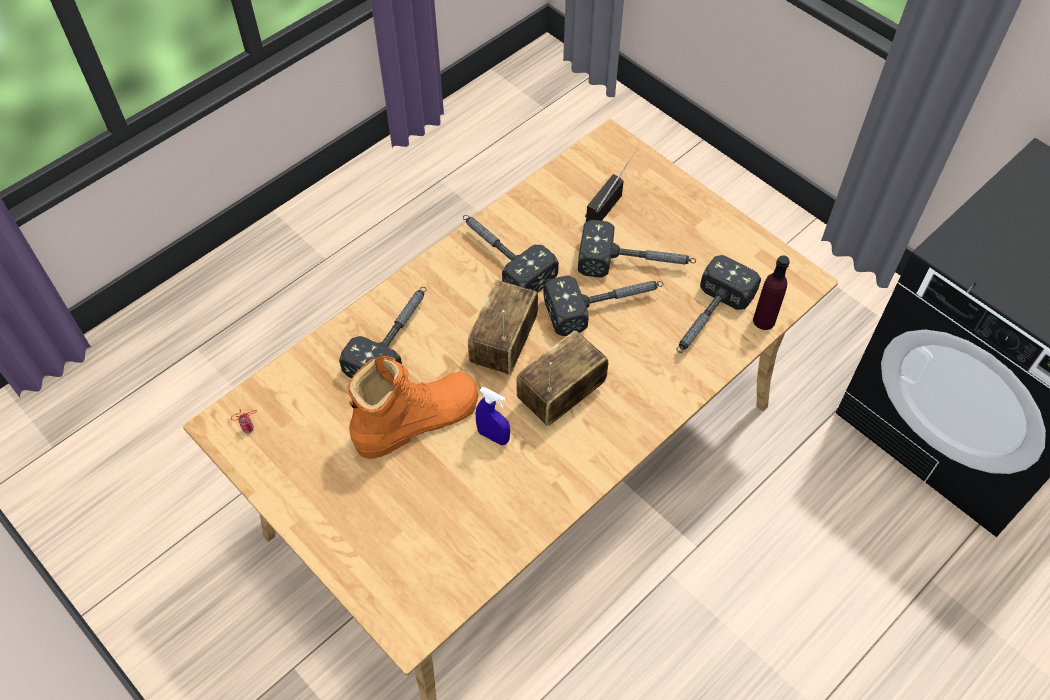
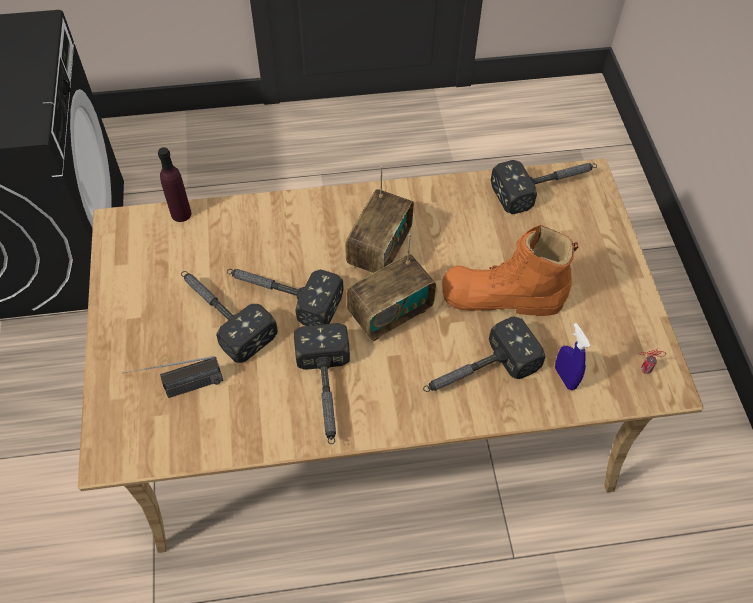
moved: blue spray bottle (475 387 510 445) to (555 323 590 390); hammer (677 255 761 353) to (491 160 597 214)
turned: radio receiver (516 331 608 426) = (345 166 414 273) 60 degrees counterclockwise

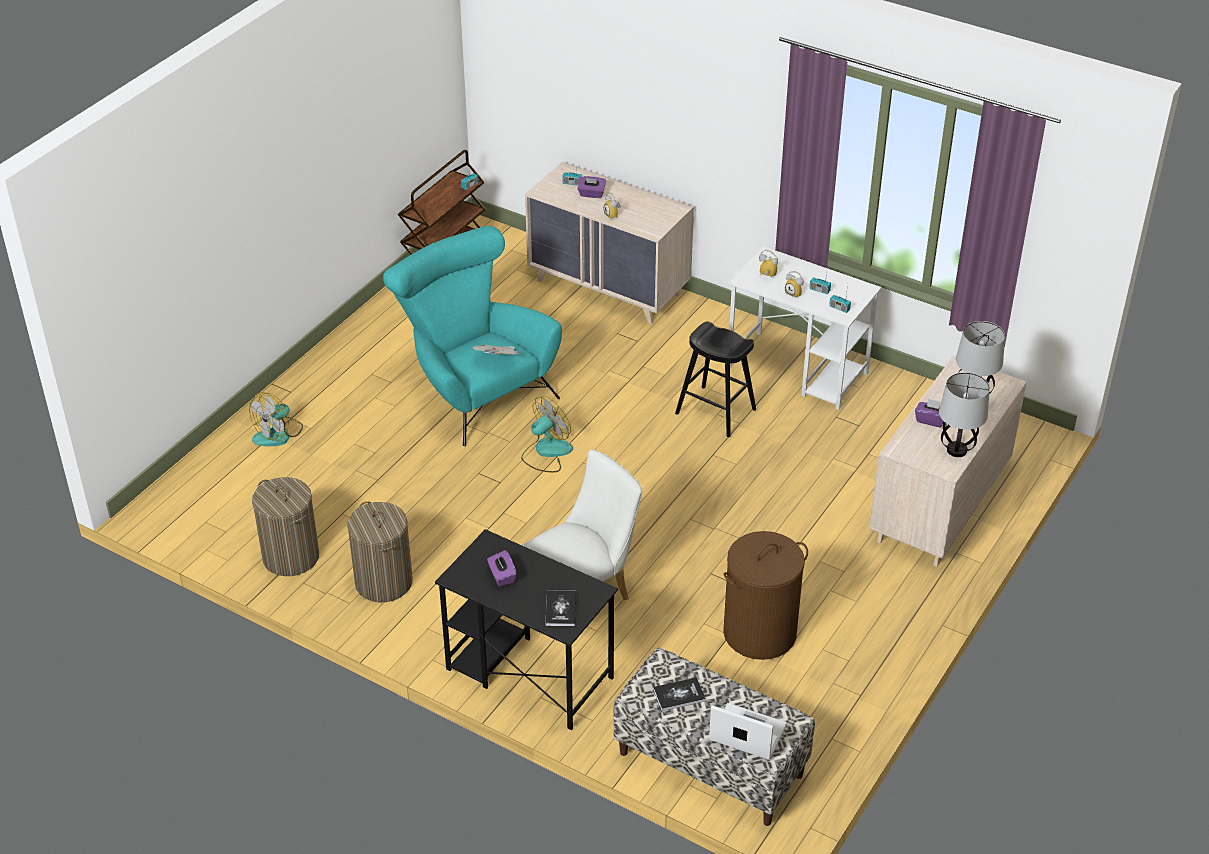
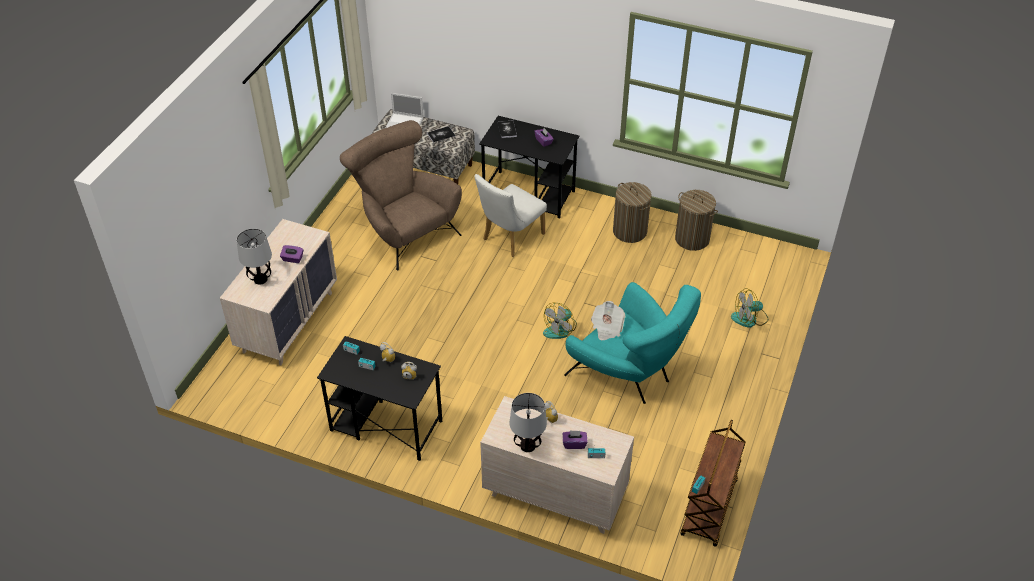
removed: black-coloured sitting stool (675 321 756 437)
moved: tabletop lamp (939 372 990 457) to (509 393 547 452)
replaced: brown-coloured washing basket (723 531 808 660) to brown-coloured easy chair (340 120 462 271)
recoloured: white-coloured desk unit (729 246 882 410) to black-coloured desk unit (317 336 442 461)
turned: cooling fan (249 392 303 446) = (731 288 769 328) 135 degrees counterclockwise

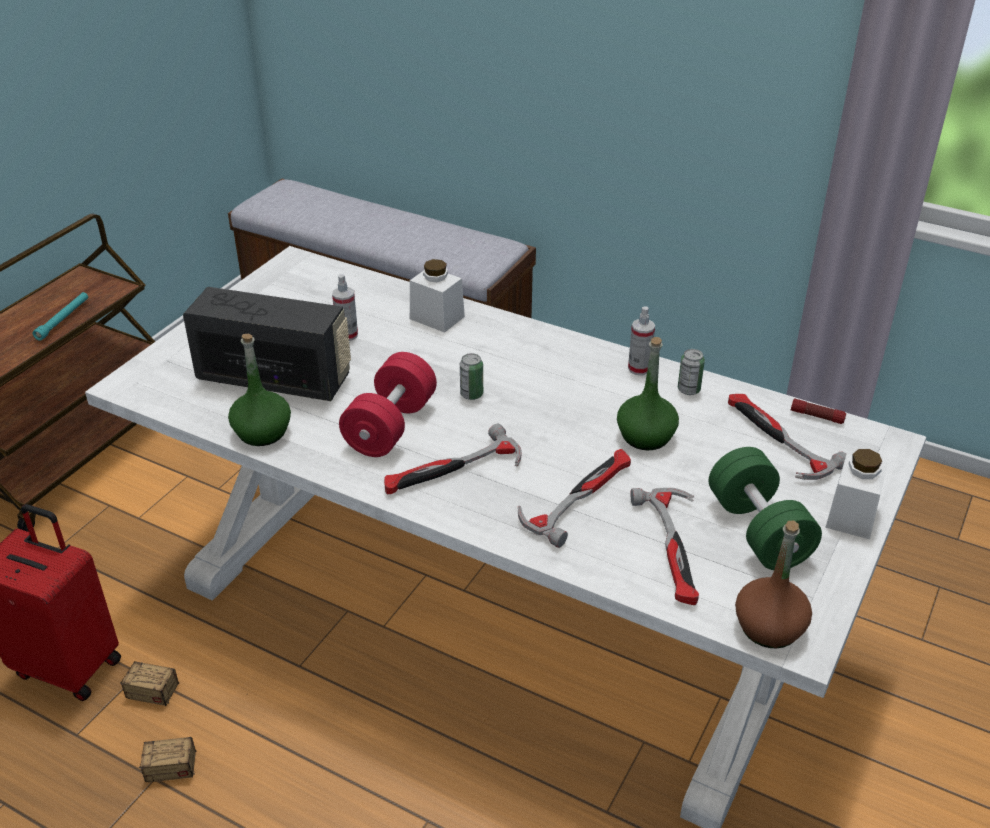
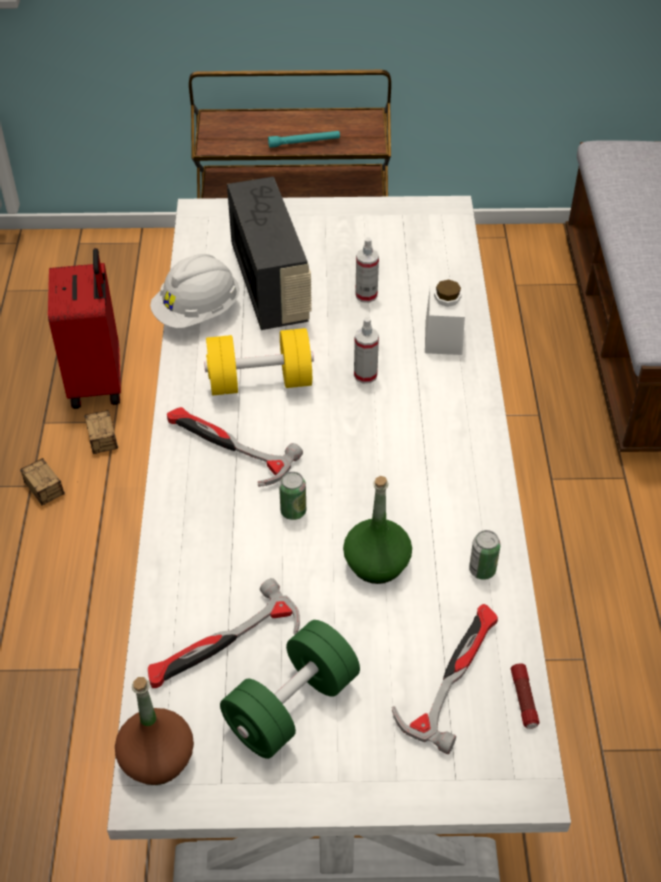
removed: hammer (518 449 631 548); white-coloured storage jar (825 449 888 539)
moved: can (460 353 483 400) to (279 472 306 520); spray bottle (628 307 655 375) to (354 317 379 384)
replaced: green-coloured beverage bottle (228 334 291 446) to white-coloured safety helmet (150 254 240 328)
recoloured: reddish dumbbell (339 352 437 457) to yellow-coloured dumbbell (204 328 314 395)

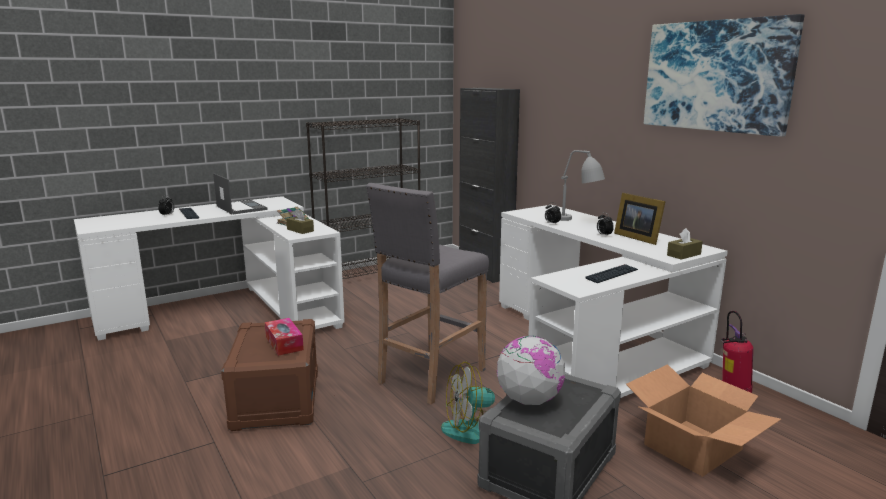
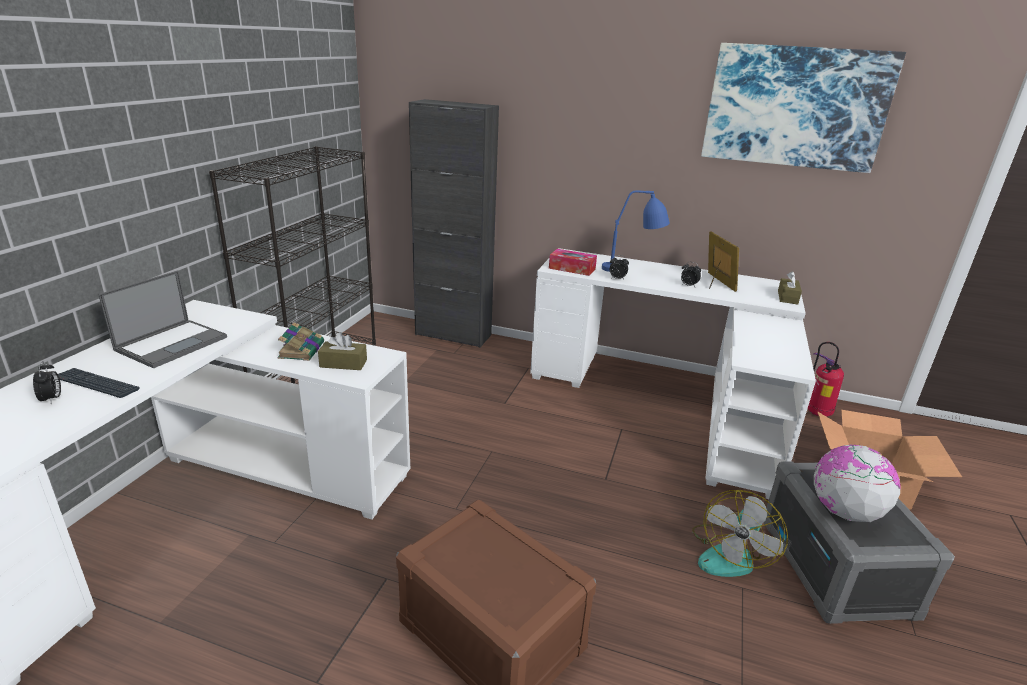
removed: greyish sitting stool (366 183 489 405); PC keyboard (585 264 638 283)
moved: tissue box (265 318 304 356) to (549 249 597 276)
recoloured: greyish tabletop lamp (560 150 605 221) to blue tabletop lamp (602 190 670 272)
turned: portable computer (213 173 268 214) = (98 270 227 368) 105 degrees clockwise; picture frame (614 193 666 245) = (708 231 739 292) 120 degrees counterclockwise

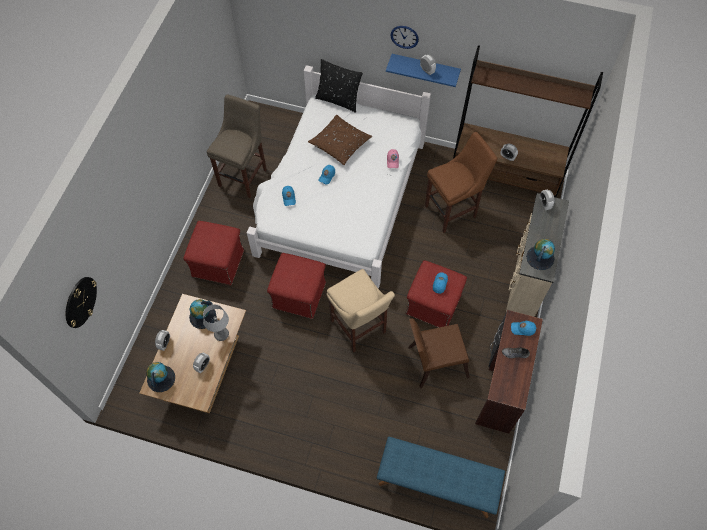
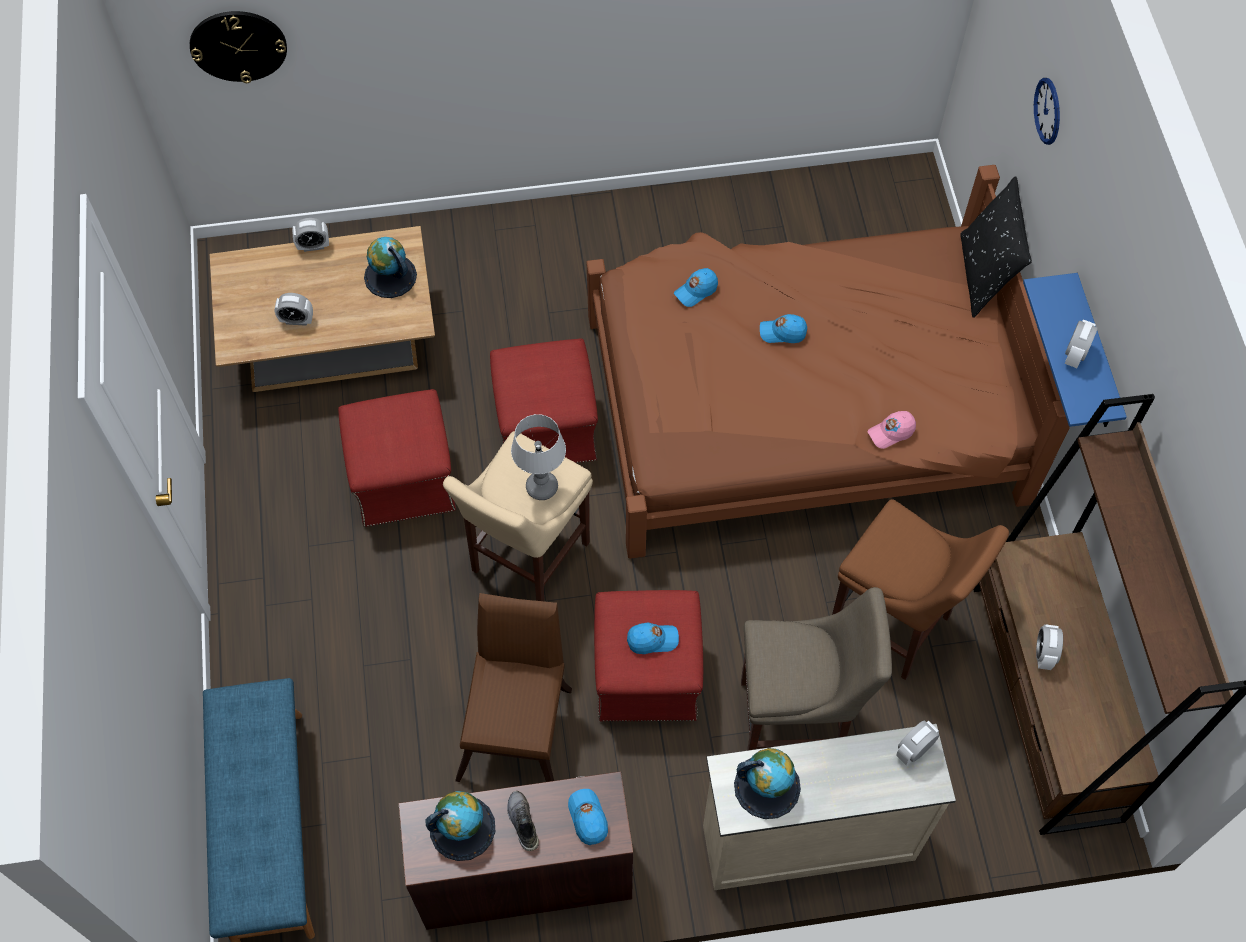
removed: brown-coloured cushion (308 115 372 165)
moved: world globe (146 362 175 392) to (426 791 495 861); reddish ottoman (183 221 244 285) to (338 389 456 527); tabletop lamp (203 304 229 341) to (511 414 566 500); beige-coloured sitting stool (207 94 267 198) to (741 587 892 751); clock on the wall (390 26 419 49) to (1034 78 1060 145)
recoloured: white-coloured sleeping bed (247 65 431 289) to brown-coloured sleeping bed (587 165 1070 559)
turned: brown-coloured chair (408 319 469 388) = (455 593 572 782) 45 degrees clockwise

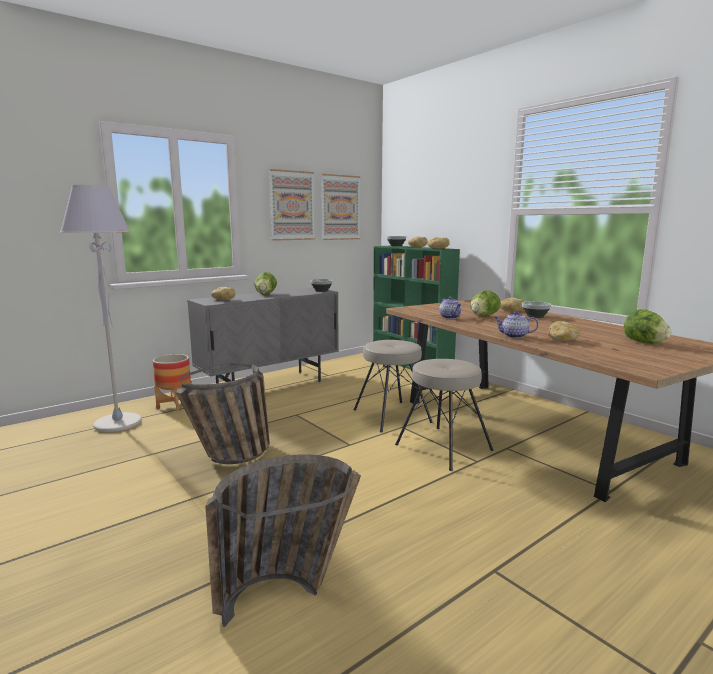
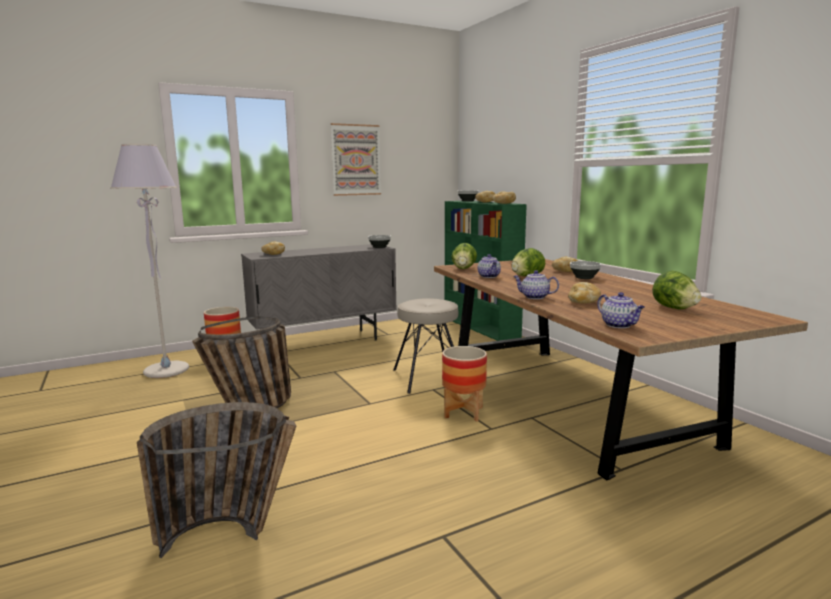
removed: wall picture (321 174 360 240)
added: teapot (597 292 645 328)
moved: head of lettuce (254 272 277 295) to (451 243 477 269)
replaced: beige-coloured sitting stool (395 359 494 471) to flower pot (442 346 487 422)

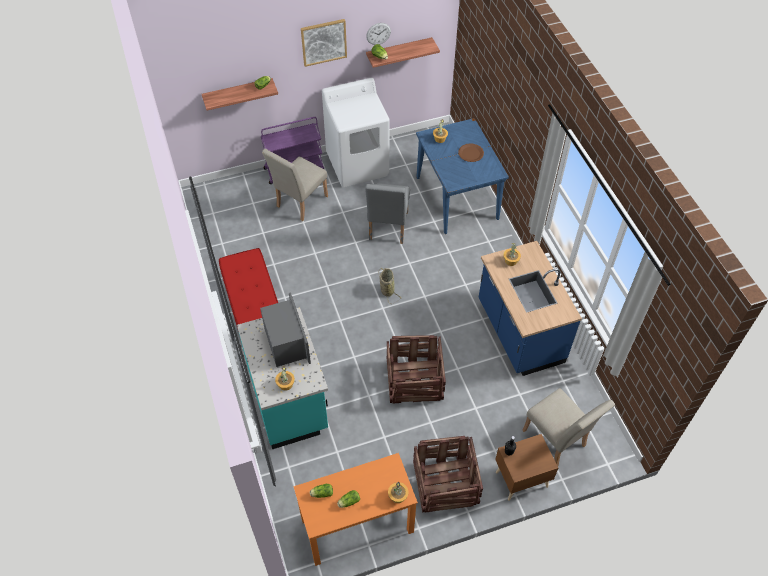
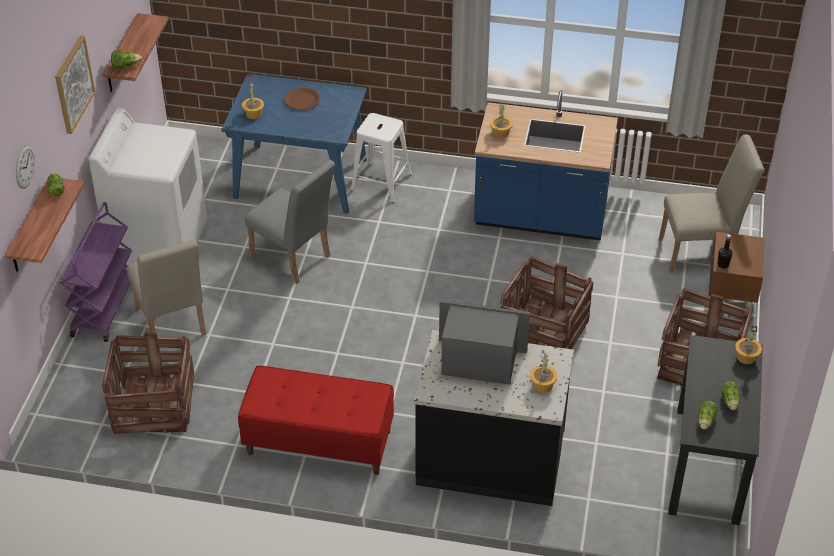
removed: household basket (378 268 402 303)
added: crate (102 333 194 434); white-coloured sitting stool (350 113 412 203)
moved: clock on the wall (366 23 391 45) to (16 145 35 189)
recoloured: turquoise-coloured kitchen counter (237 307 328 449) to black-coloured kitchen counter (414 330 574 506); orange desk unit (293 453 418 566) to black-coloured desk unit (668 335 763 525)

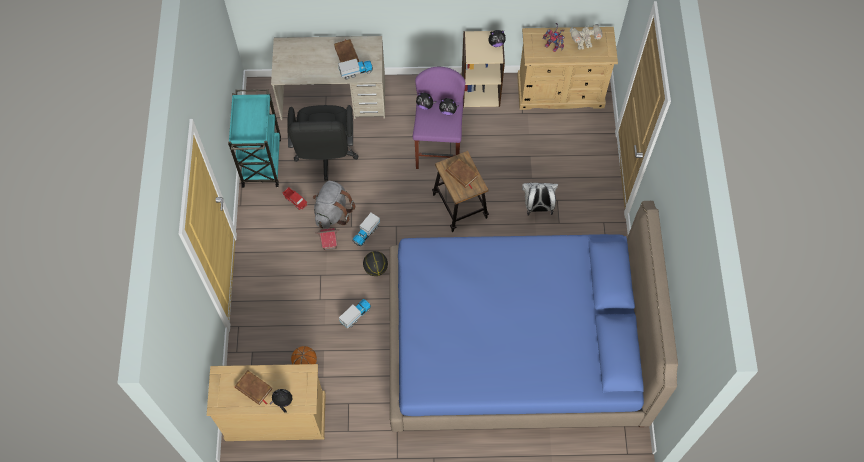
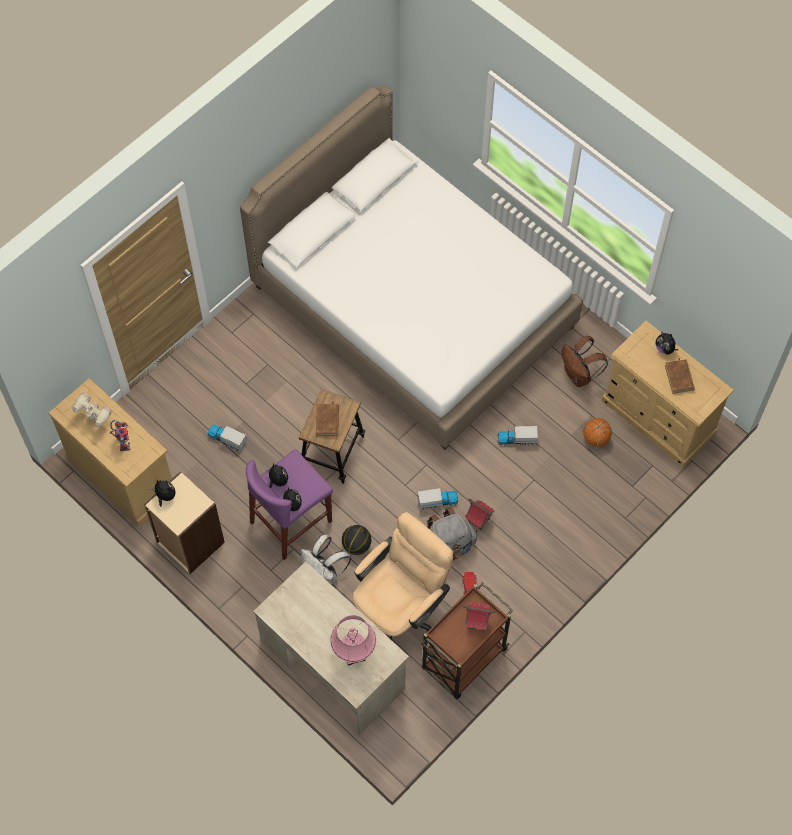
removed: brown-coloured bound book (334 39 359 62)
added: pink-coloured tabletop lamp (330 615 376 666); miniature house (463 602 495 631); brown-coloured backpack (561 335 608 387)
moved: model truck (338 59 373 80) to (208 424 247 451); ball for basketball (363 251 388 276) to (342 525 371 555); white-coloured backpack (522 183 558 216) to (300 535 351 585)
recoloured: turquoise-coloured cart (228 89 281 188) to brown-coloured cart (421 583 513 699); black-coloured computer chair (287 105 359 181) to beige-coloured computer chair (353 512 453 640); blue sleeping bed (390 201 678 432) to white-coloured sleeping bed (240 85 583 450)

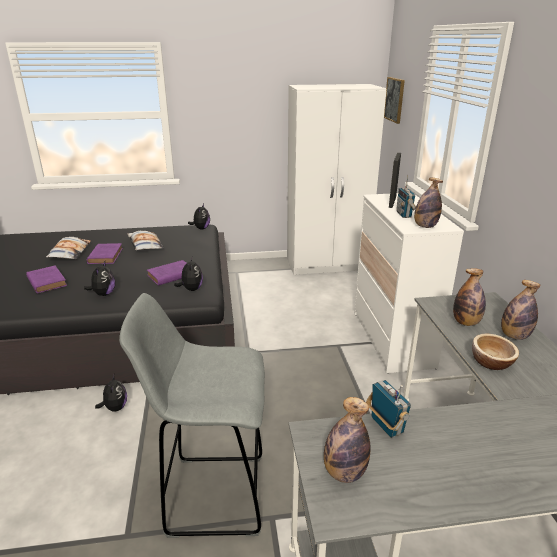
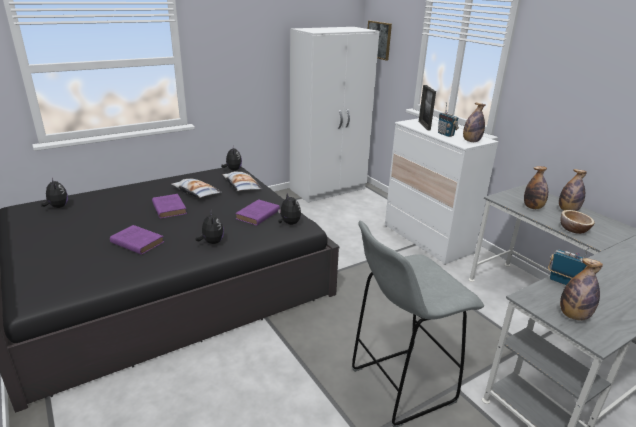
moved: cushion (46 237 91 259) to (222 171 263 191); soft toy (95 375 127 412) to (41 177 68 208)

